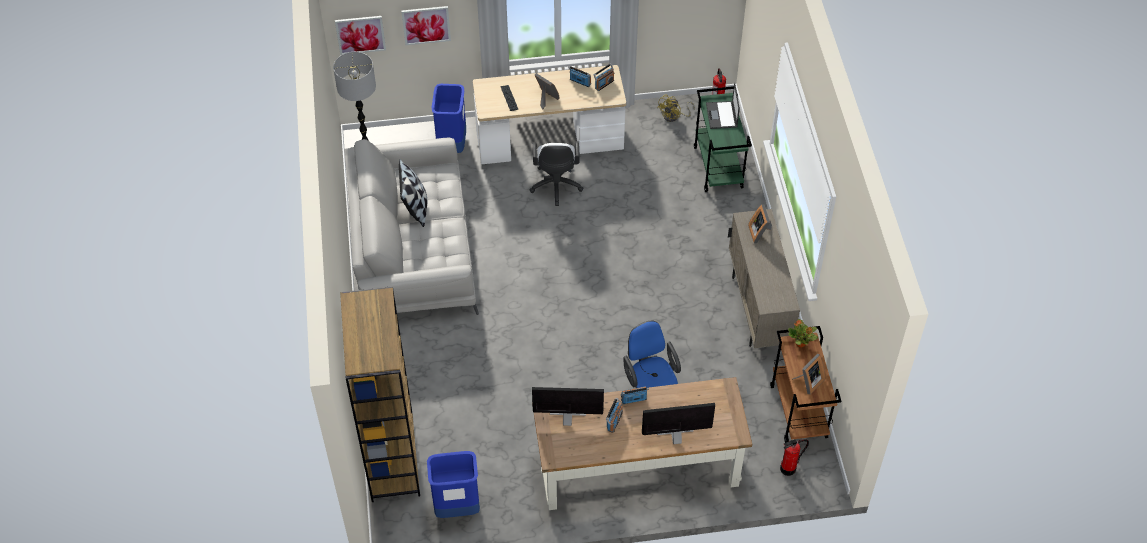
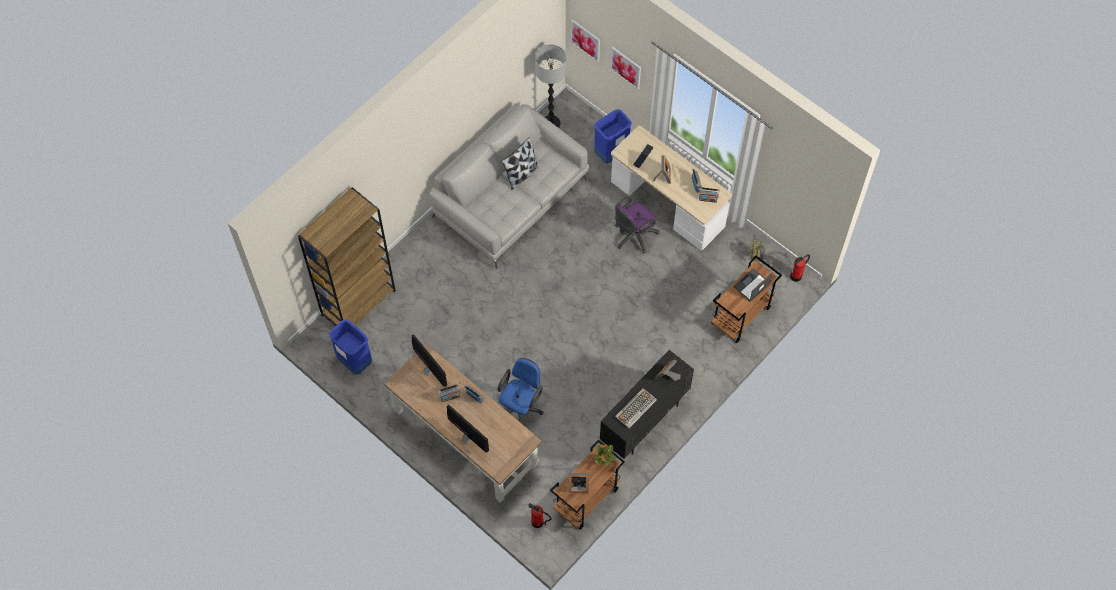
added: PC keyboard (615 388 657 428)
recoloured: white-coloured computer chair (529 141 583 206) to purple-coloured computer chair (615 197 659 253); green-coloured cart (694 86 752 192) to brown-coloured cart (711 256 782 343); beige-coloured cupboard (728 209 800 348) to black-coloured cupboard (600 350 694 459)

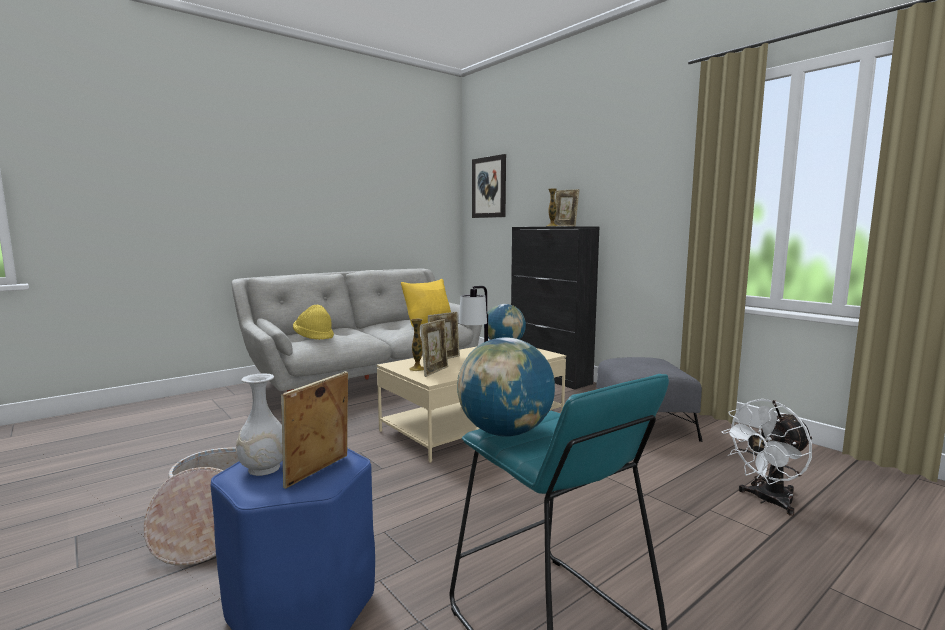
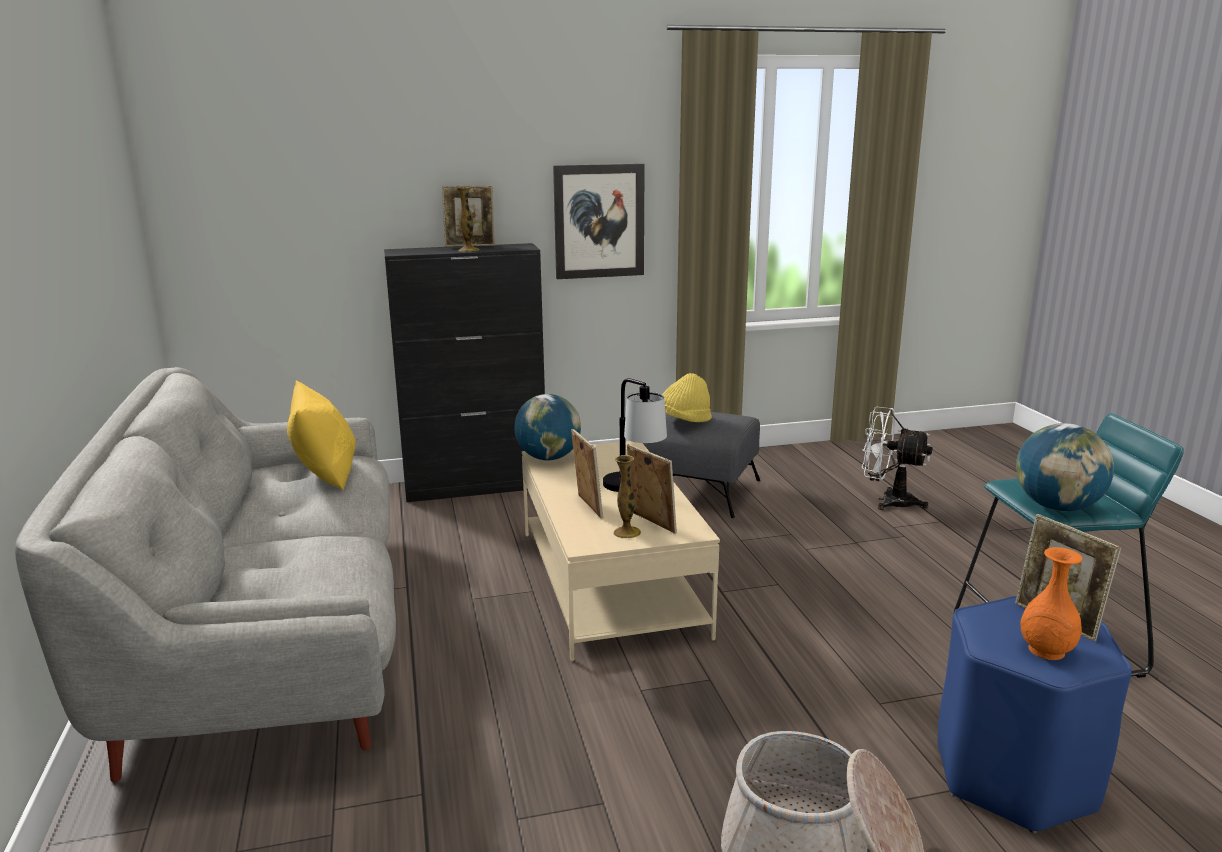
moved: yellow-coloured hat (293 304 334 340) to (663 373 712 422); wall picture (472 154 506 218) to (553 164 645 279)
recoloured: white-coloured flower vase (236 373 283 476) to orange flower vase (1020 547 1083 660)
turned: white-coloured cooling fan (721 399 813 516) = (862 407 933 510) 120 degrees clockwise

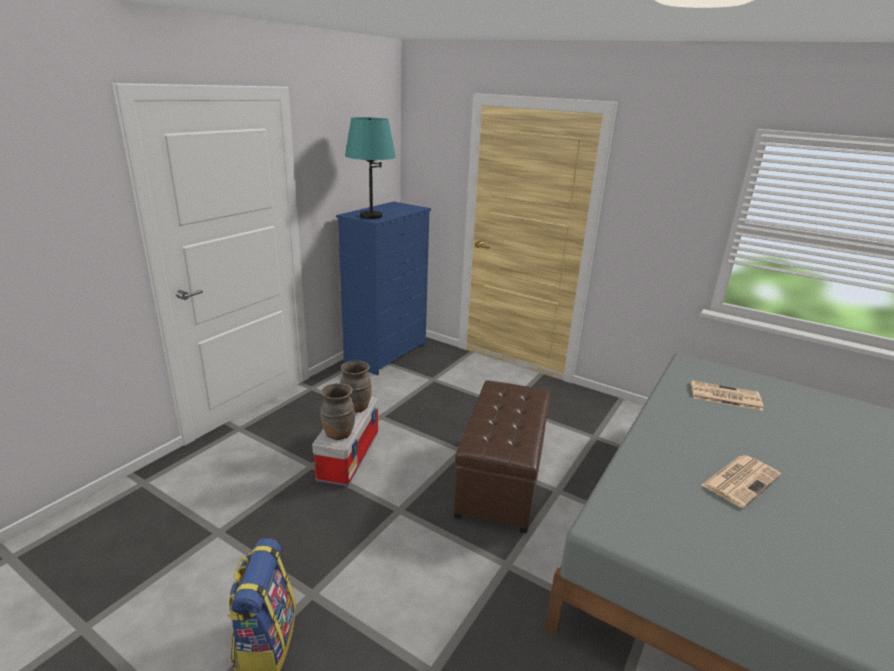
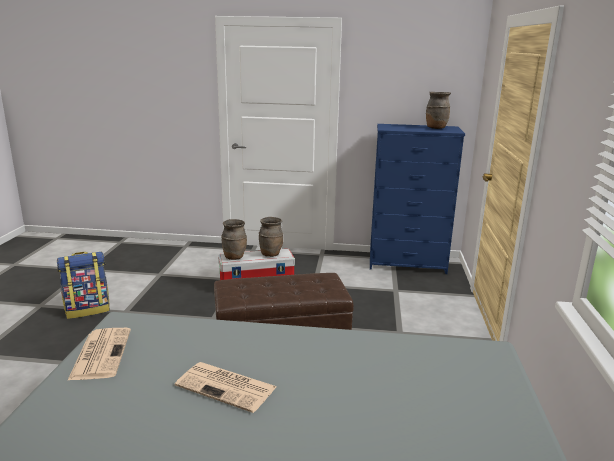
removed: turquoise-coloured tabletop lamp (345 117 396 219)
added: brown-coloured flower vase (426 92 451 129)
moved: daily paper (691 380 763 411) to (67 328 131 381)

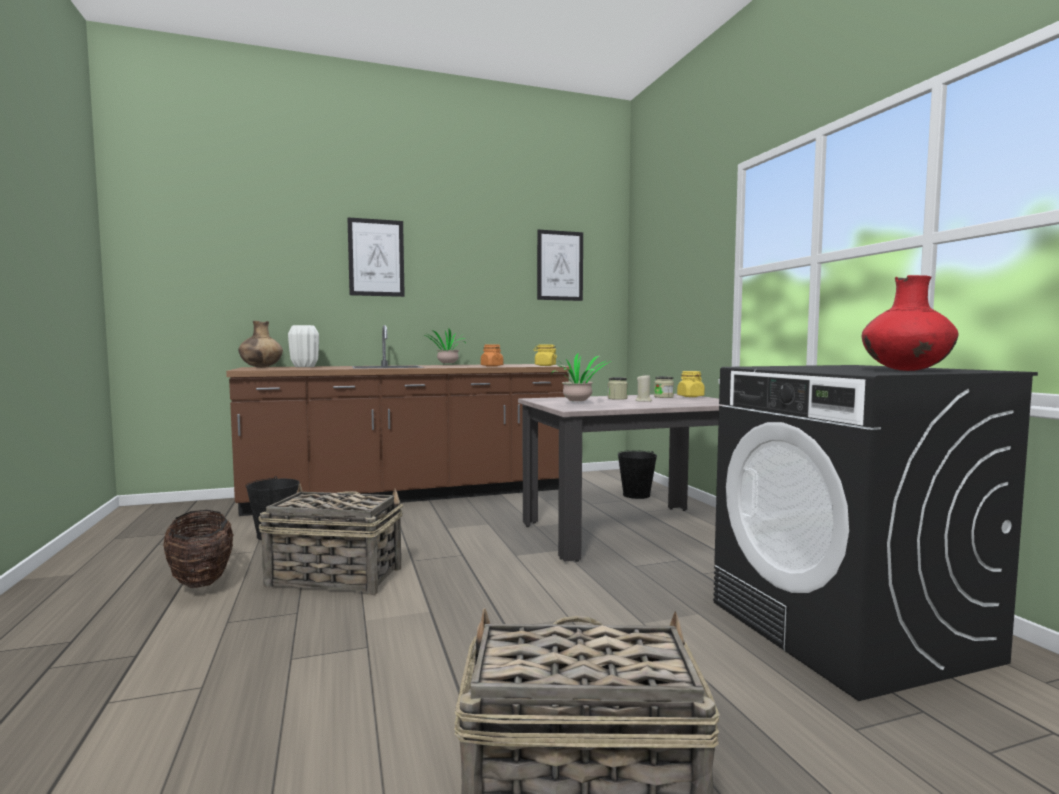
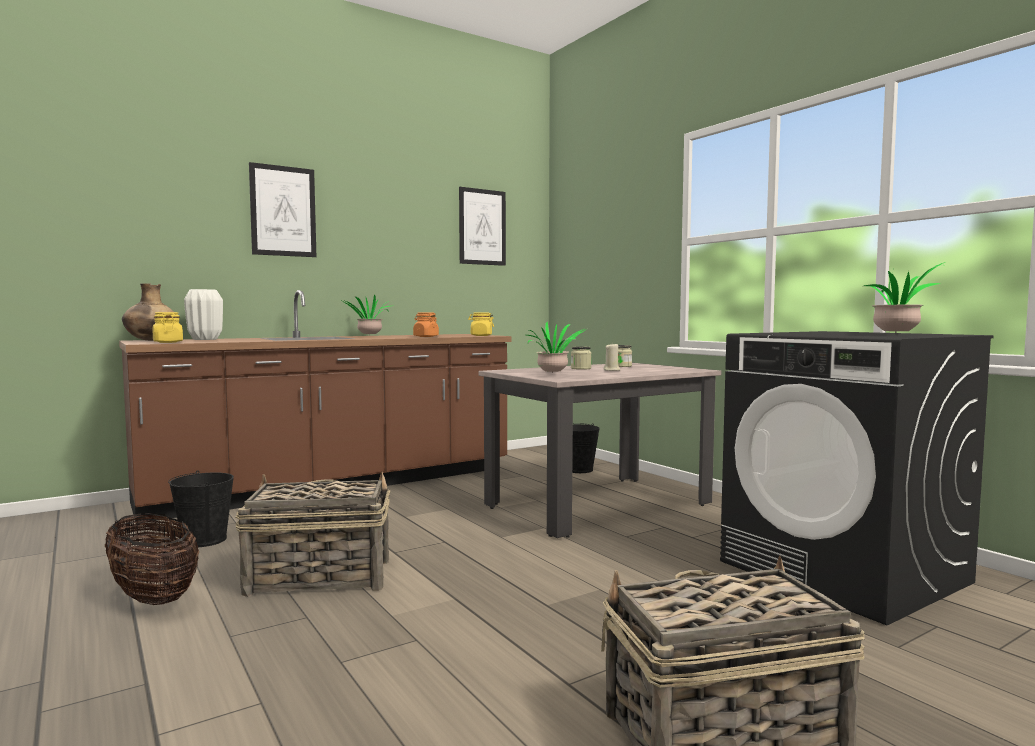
moved: yellow-coloured storage jar (677 371 705 397) to (152 312 183 343)
replaced: reddish flower vase (862 275 958 371) to houseplant (862 262 945 334)

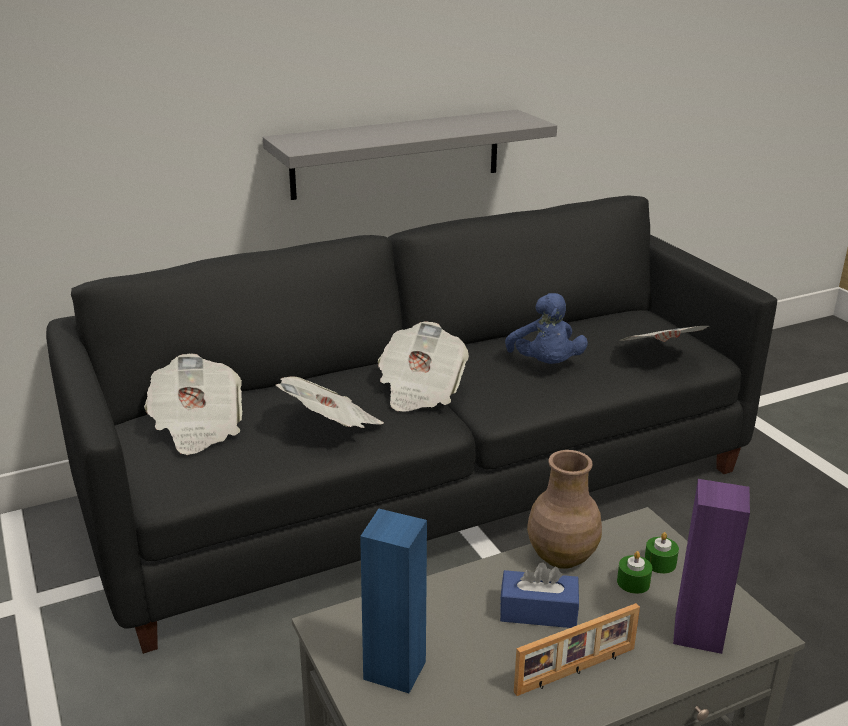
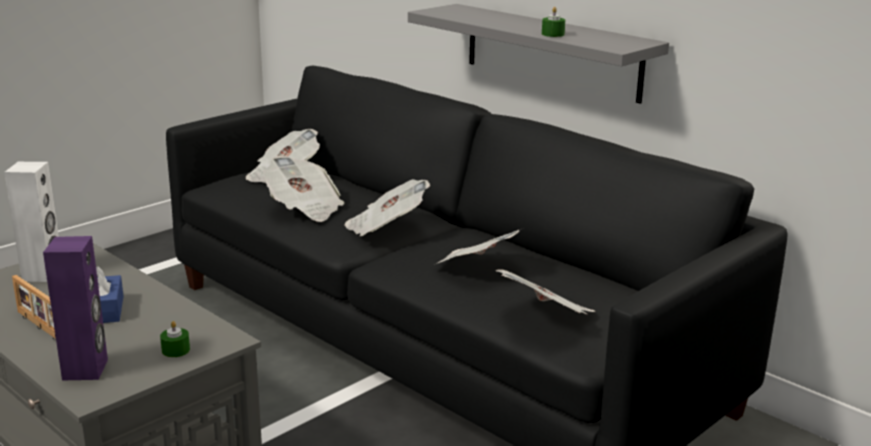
removed: brown-coloured flower vase (527 450 602 569)
moved: green-coloured candle (617 551 652 594) to (542 7 565 37)
replaced: blue soft toy (505 293 588 364) to daily paper (436 229 521 264)
recoloured: blue loudspeaker (360 508 427 693) to white-coloured loudspeaker (4 162 59 282)

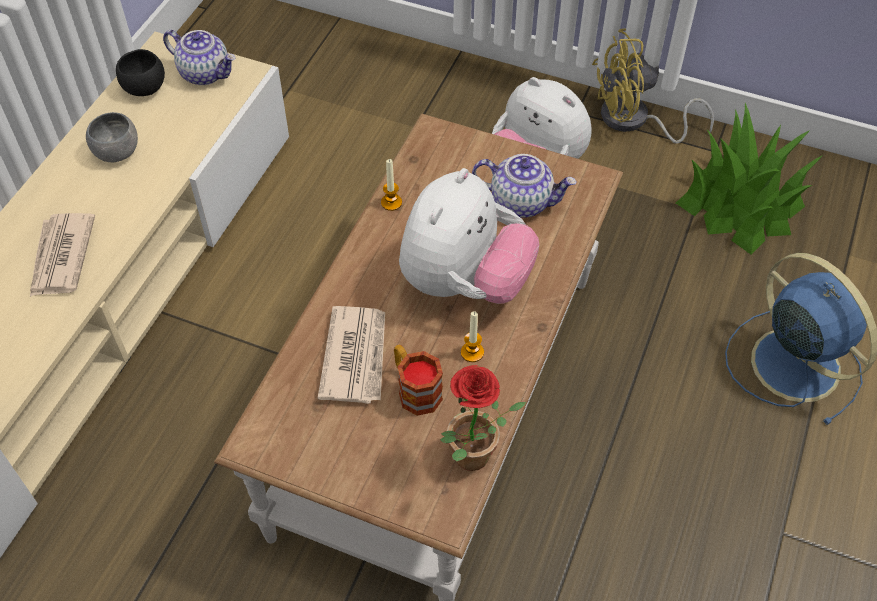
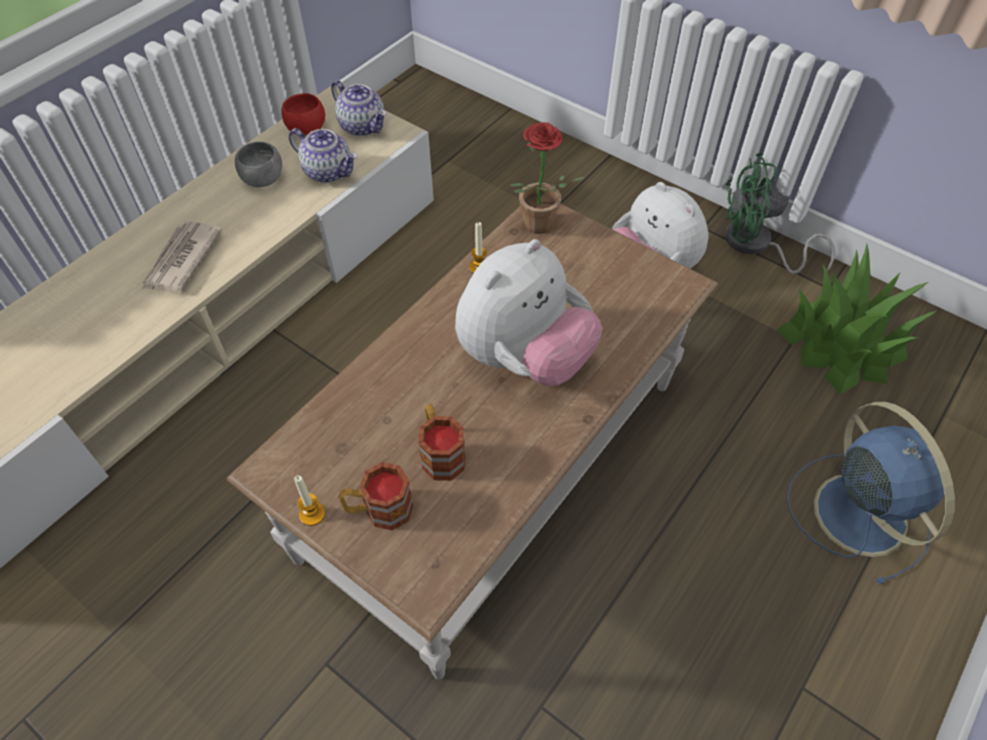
removed: daily paper (318 306 385 404)
added: coffee mug (338 462 414 530)
moved: houseplant (440 365 526 471) to (510 122 585 234); candle (461 311 484 362) to (294 475 325 526); teapot (472 154 577 218) to (289 128 357 183)
recoloured: black-coloured bowl (116 49 165 96) to reddish bowl (282 93 325 135); yellow-coloured cooling fan (592 29 714 144) to green-coloured cooling fan (725 153 835 274)

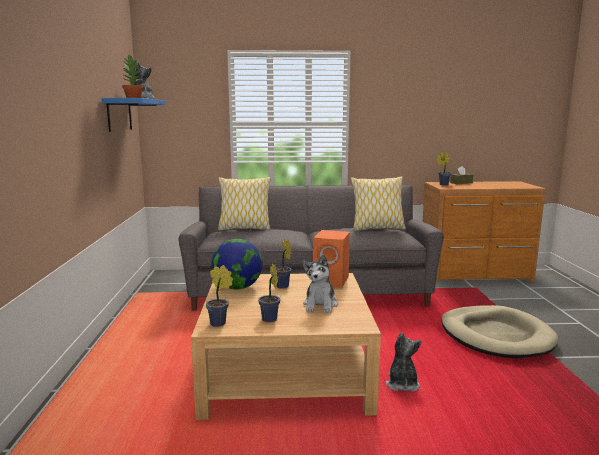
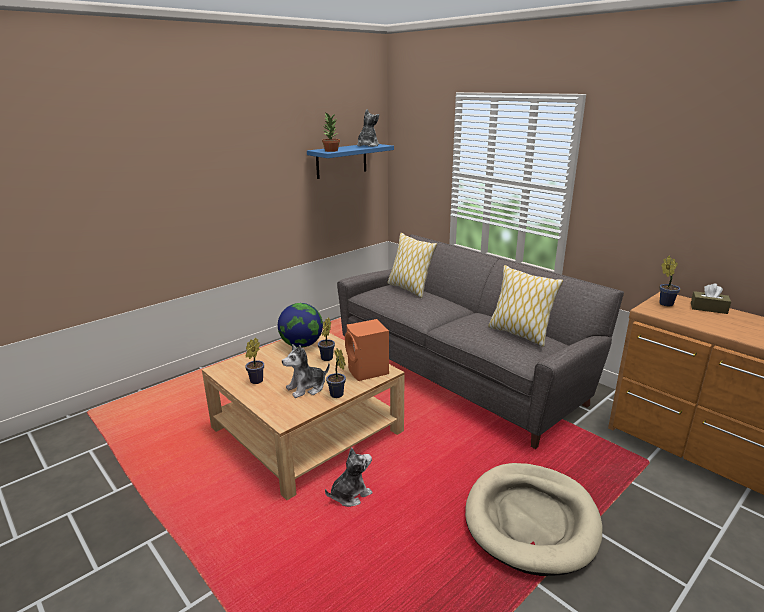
moved: houseplant (206 265 233 327) to (326 348 346 398)

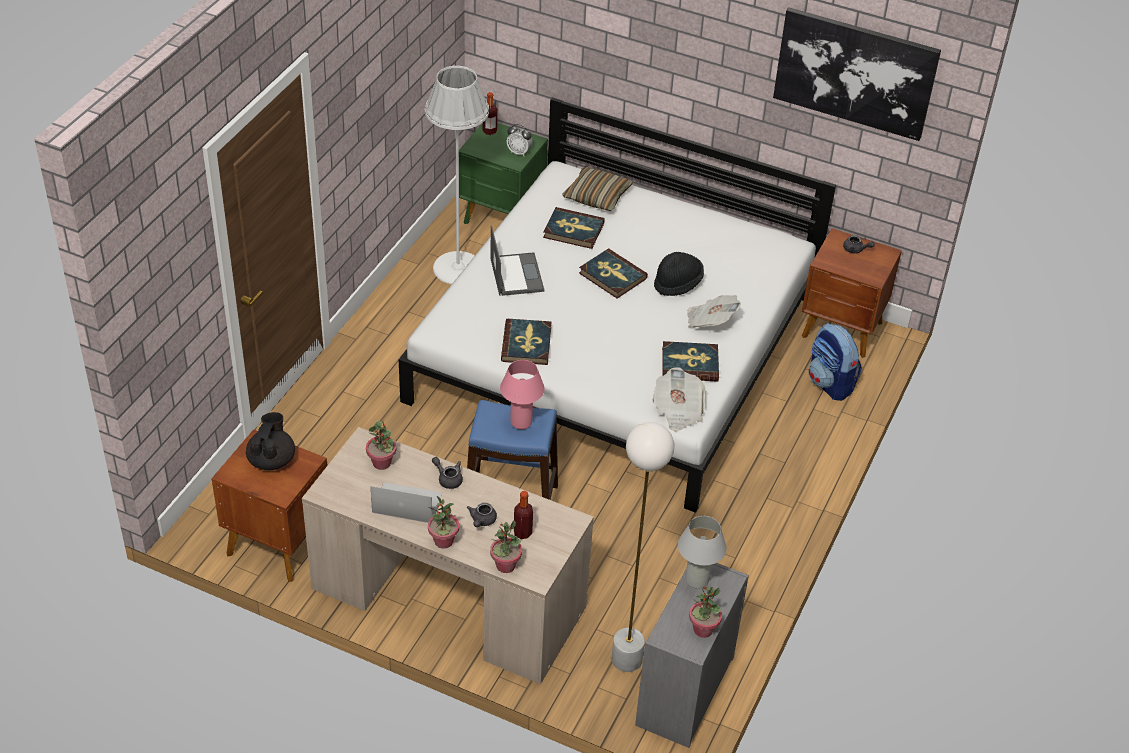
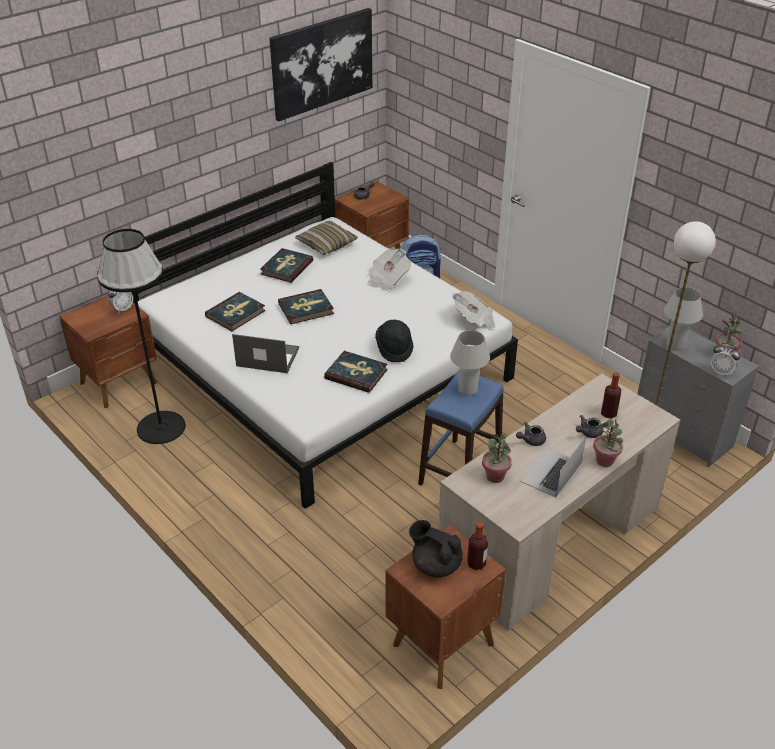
removed: houseplant (490 521 522 573)
added: alarm clock (711 343 741 377)
moved: beverage bottle (482 92 497 135) to (467 521 488 570); cushion (562 166 633 211) to (295 221 358 255); black-coloured hat (654 252 704 296) to (375 320 414 362); bound book (662 341 719 382) to (260 248 313 283)
recoloured: white-coloured standard lamp (425 66 489 284) to black-coloured standard lamp (97 229 186 444); green-coloured nightstand (459 123 548 224) to brown-coloured nightstand (59 295 157 408); pink-coloured tabletop lamp (500 360 545 429) to white-coloured tabletop lamp (450 330 490 396)
turned: greyish teapot (467 503 497 527) = (576 415 603 438) 105 degrees clockwise

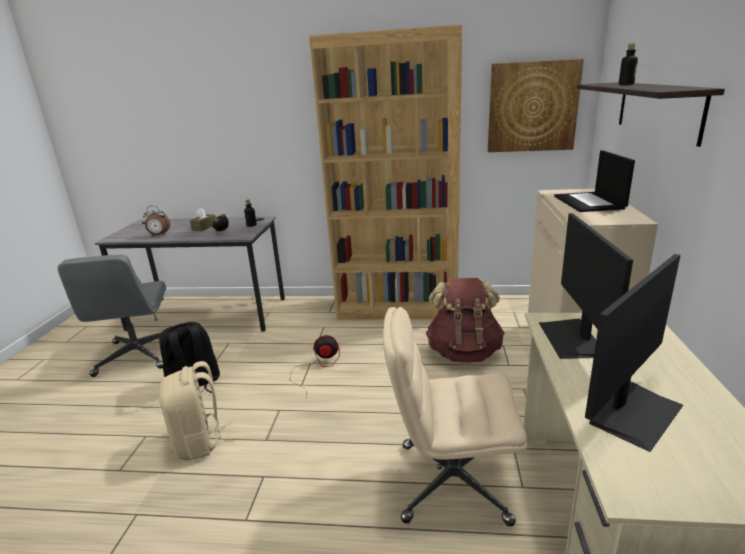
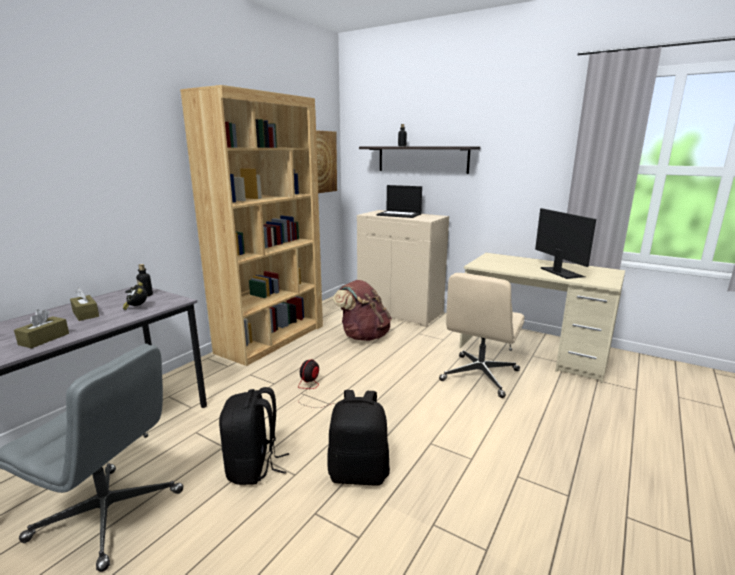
removed: monitor (538 213 633 359)
replaced: alarm clock (143 206 170 235) to brown-coloured tissue box (14 309 69 349)
recoloured: beige-coloured backpack (159 361 235 460) to black-coloured backpack (327 390 390 486)

